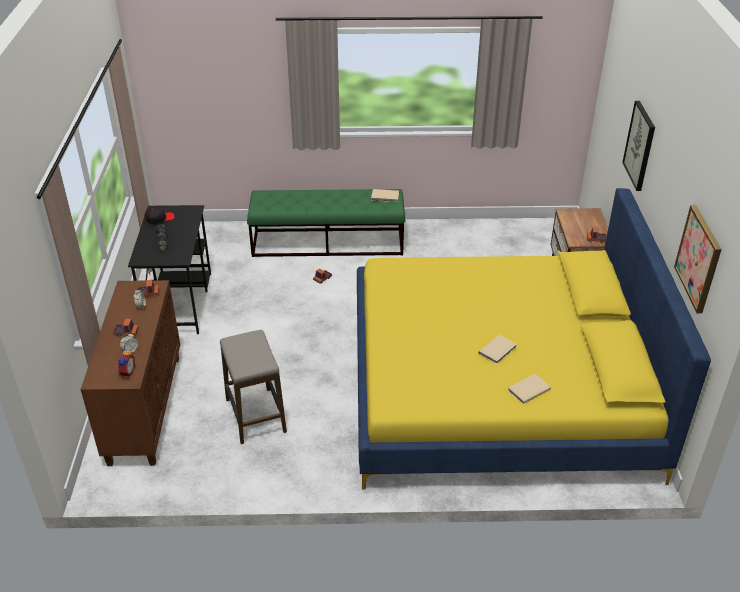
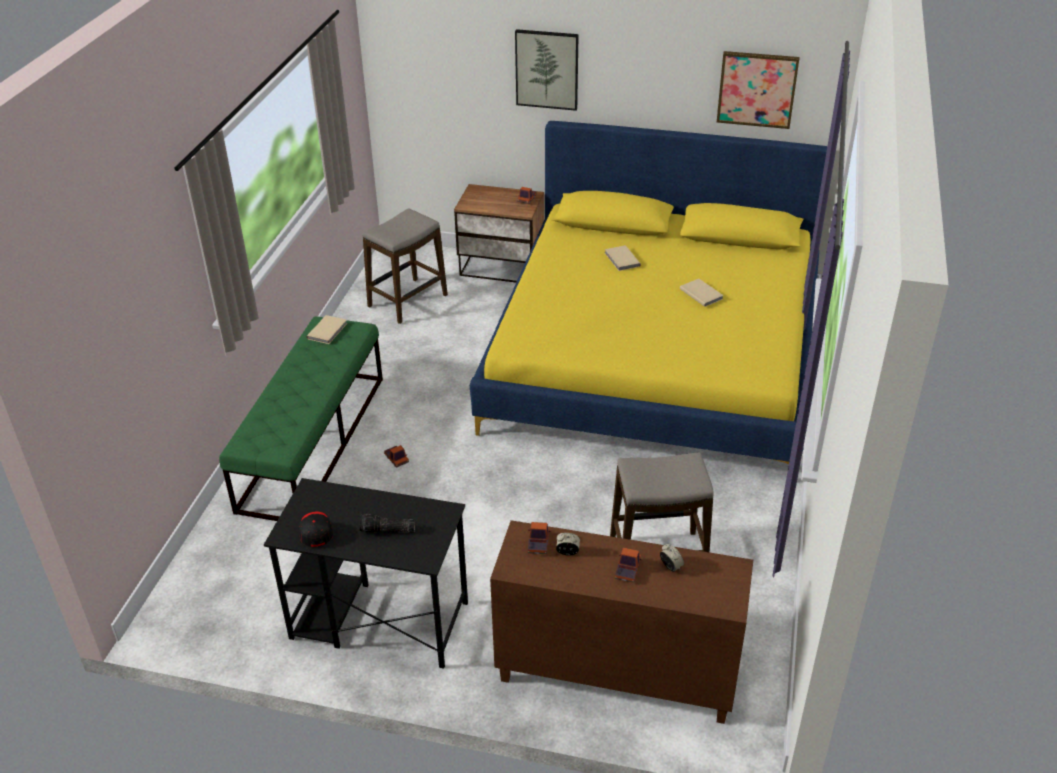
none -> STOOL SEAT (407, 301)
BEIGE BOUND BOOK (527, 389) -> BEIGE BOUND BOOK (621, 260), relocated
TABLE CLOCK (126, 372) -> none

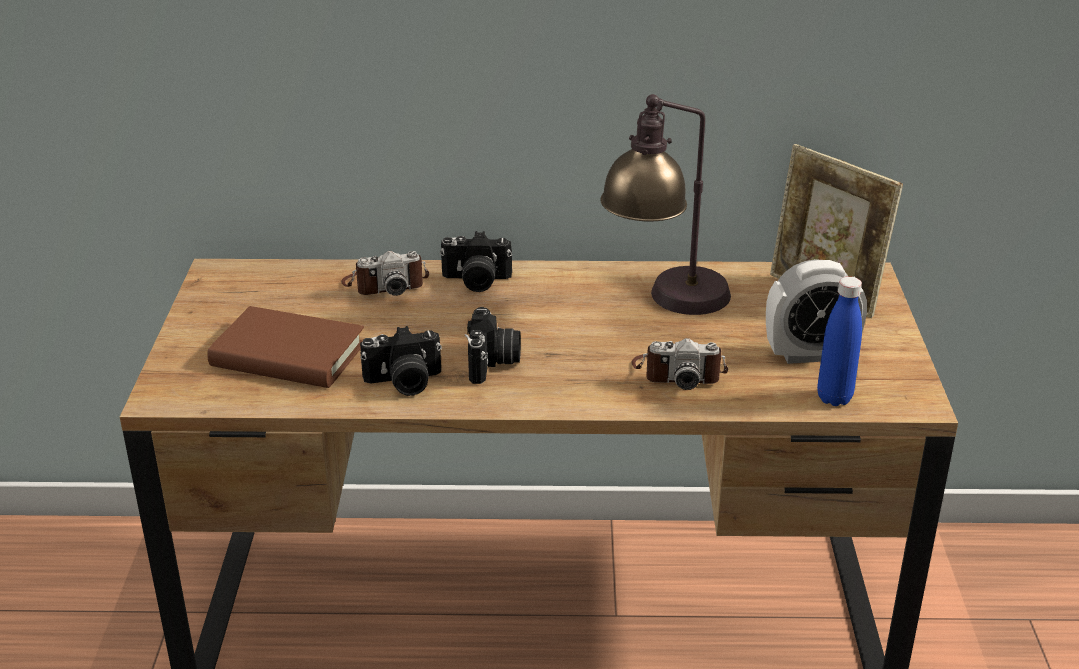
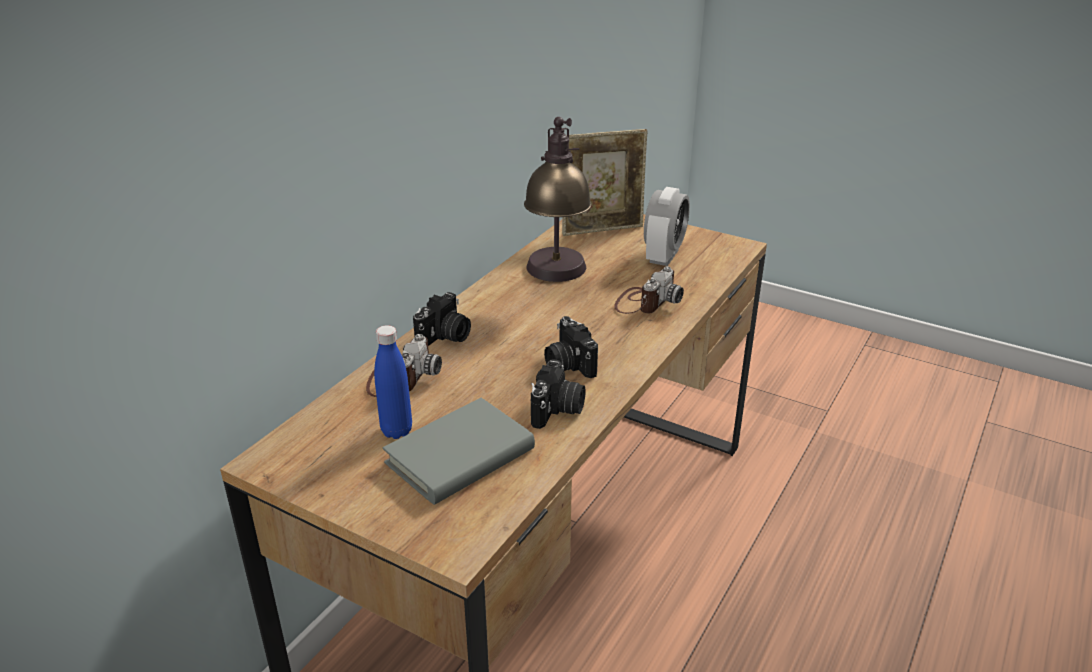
BLUE DRINK BOTTLE (834, 398) -> BLUE DRINK BOTTLE (396, 431), relocated
BROWN BOUND BOOK (288, 355) -> GRAY BOUND BOOK (460, 456)
PHOTO CAMERA (493, 363) -> PHOTO CAMERA (568, 364), 150 degrees counterclockwise

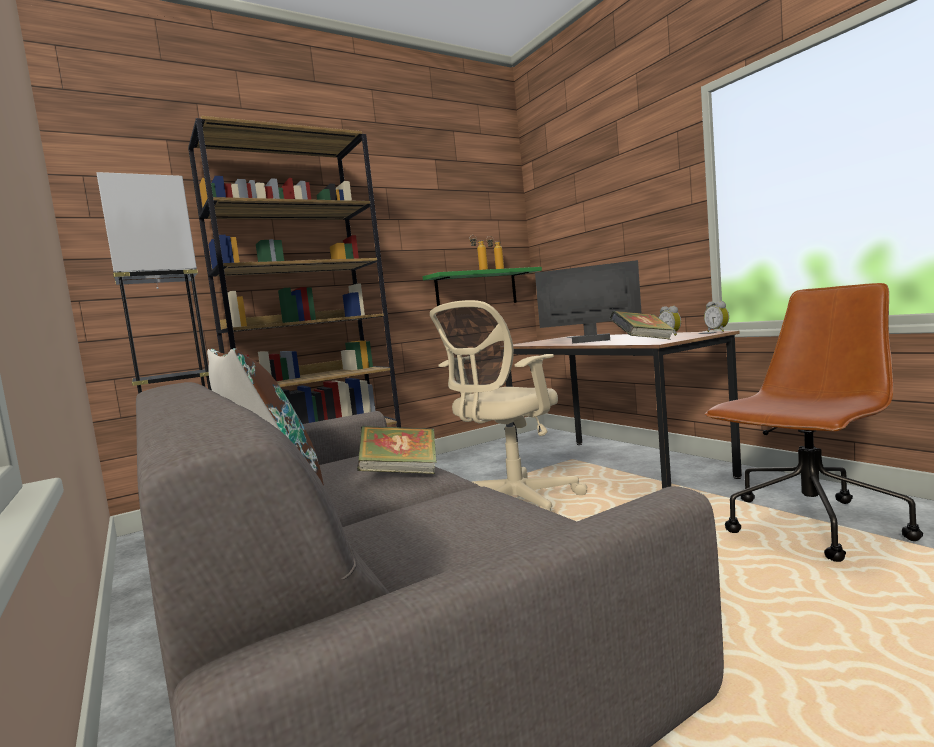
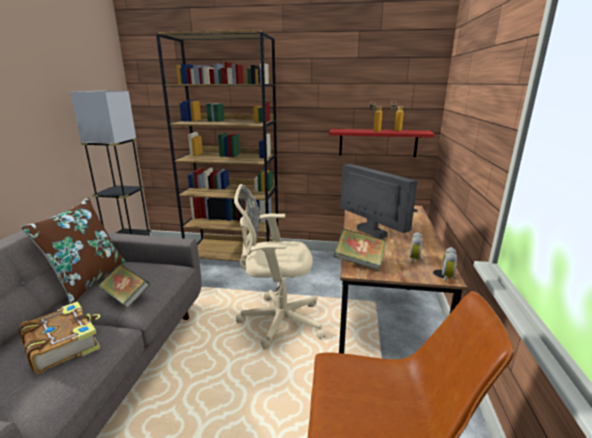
none -> BOUND BOOK (63, 344)
GREEN SHELF (476, 289) -> REDDISH SHELF (378, 143)

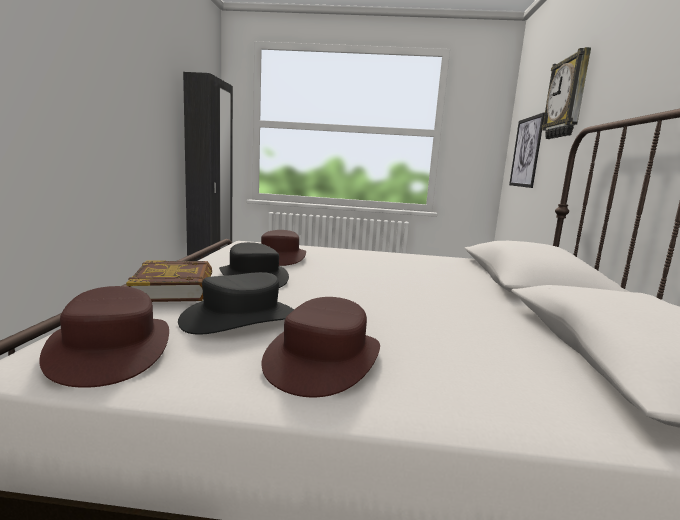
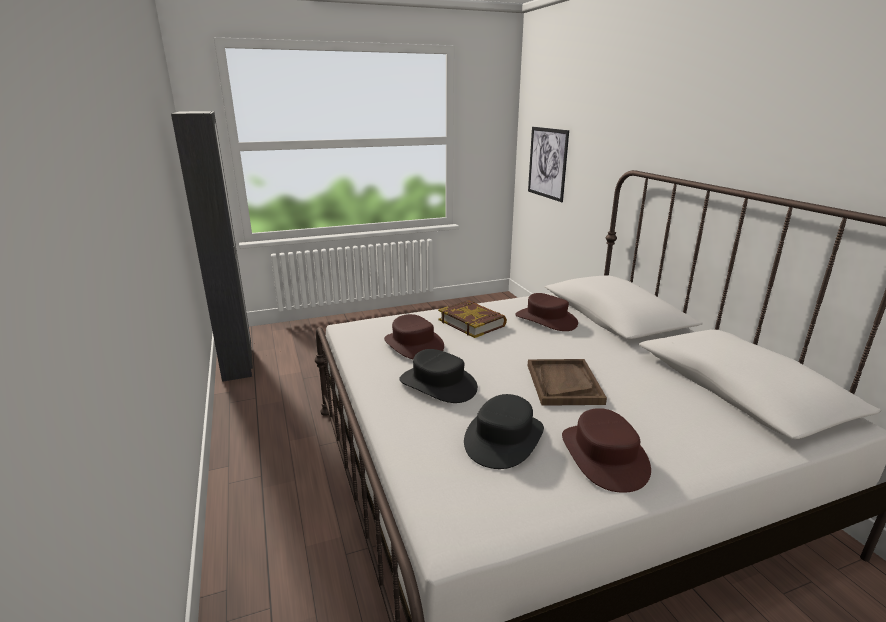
BOUND BOOK (175, 288) -> BOUND BOOK (472, 323), relocated
BROWN WEARABLE HAT (111, 349) -> BROWN WEARABLE HAT (546, 320), relocated
none -> BROWN CARRYING TRAY (563, 383)
HANGING CLOCK (567, 98) -> none

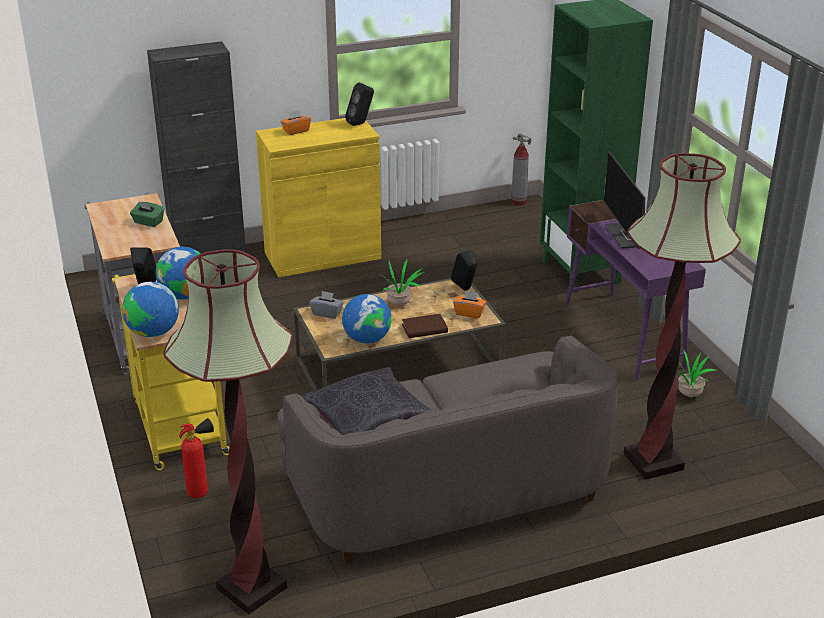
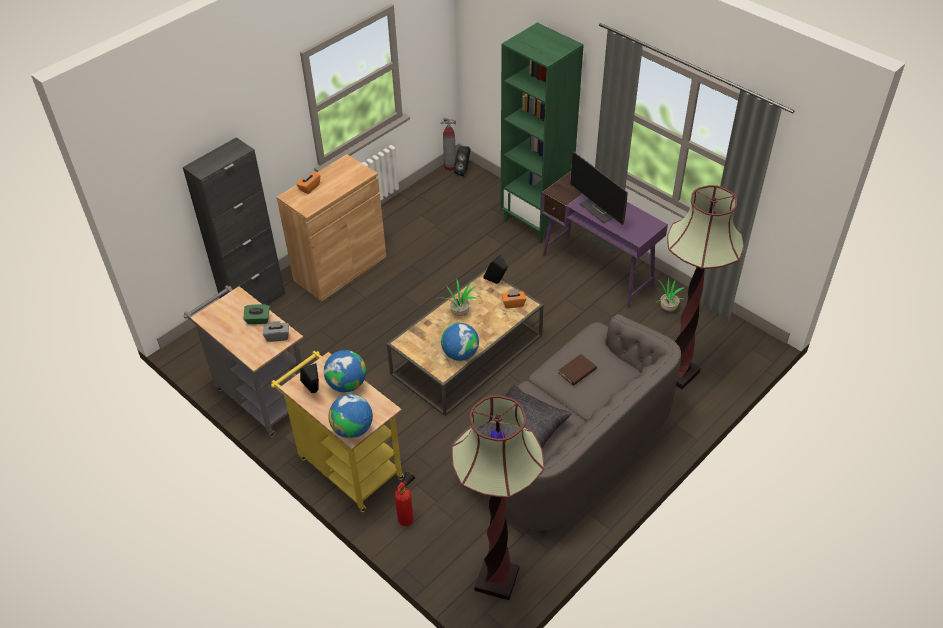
GRAY TISSUE HOLDER (327, 313) -> GRAY TISSUE HOLDER (277, 336), relocated
YELLOWISH CABINET (322, 255) -> BROWN CABINET (340, 268)
BLACK-COLOURED LOUDSPEAKER (361, 123) -> BLACK-COLOURED LOUDSPEAKER (463, 171), relocated
BROWN BOUND BOOK (424, 328) -> BROWN BOUND BOOK (577, 371), relocated

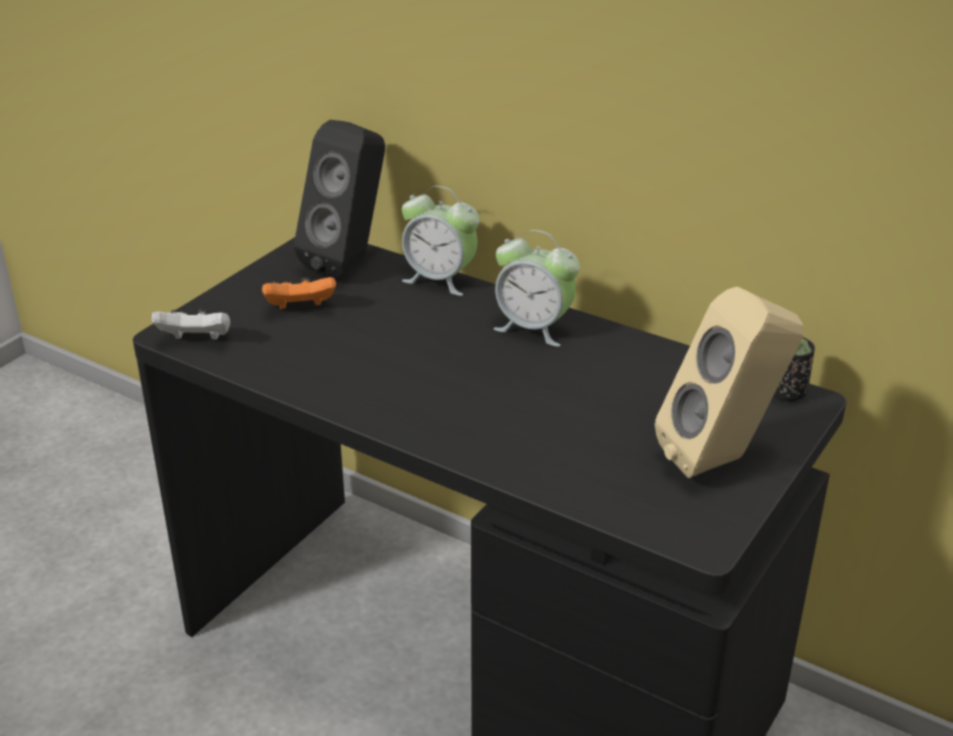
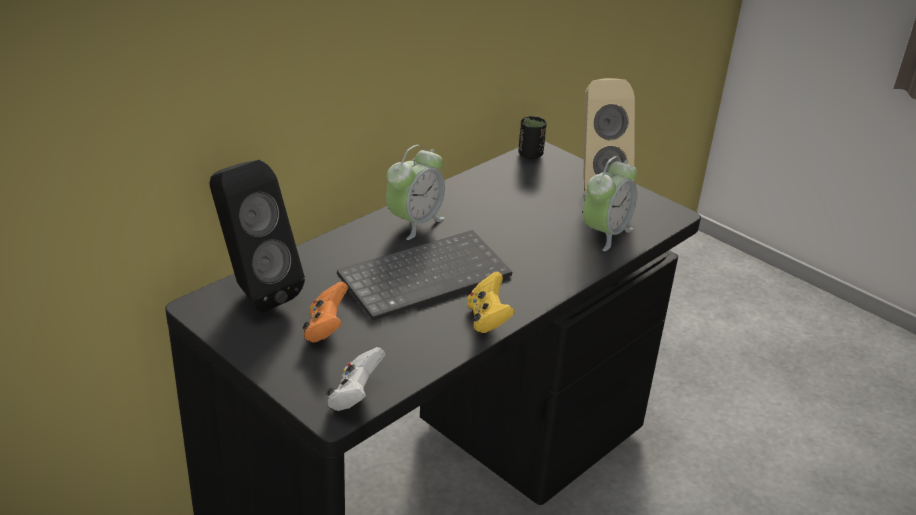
none -> COMPUTER KEYBOARD (425, 275)
none -> YELLOWISH JOYPAD (487, 319)
TABLE CLOCK (440, 280) -> TABLE CLOCK (605, 234), relocated

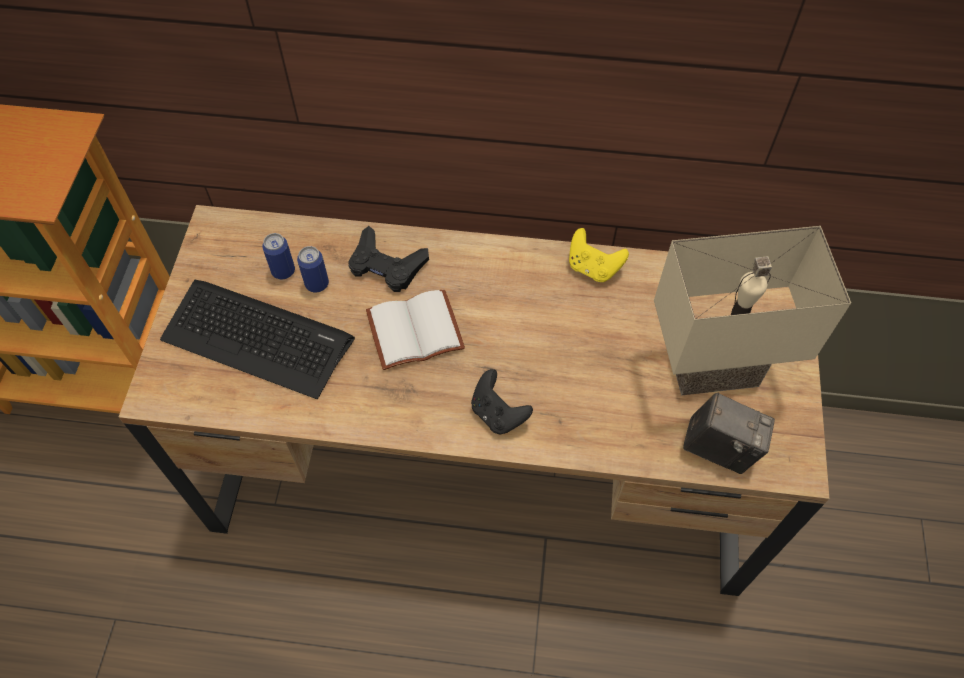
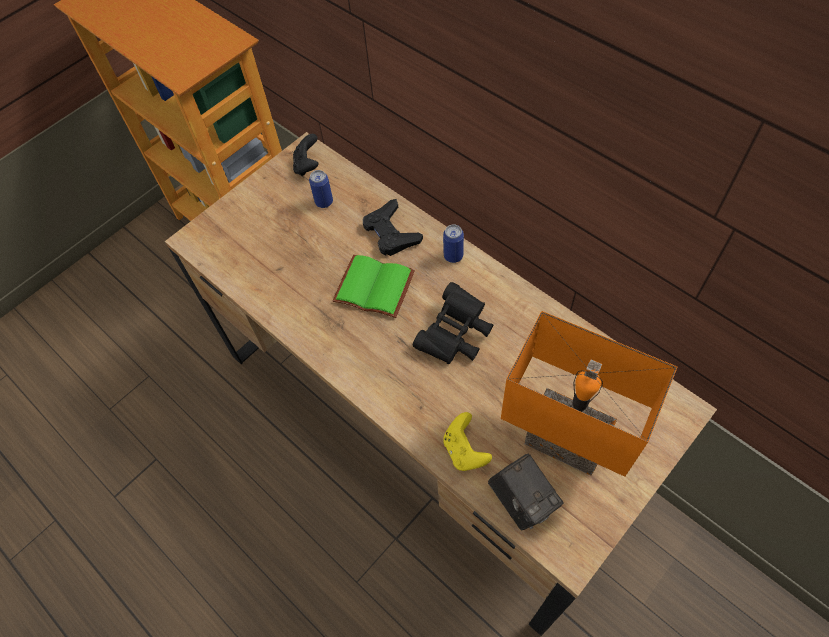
BLACK-COLOURED JOYPAD (498, 414) -> BLACK-COLOURED JOYPAD (307, 165), relocated
WHITE BOUND BOOK (415, 328) -> GREEN BOUND BOOK (376, 285)
none -> BLACK-COLOURED PAIR OF BINOCULARS (455, 335)
SEALED CAN (317, 284) -> SEALED CAN (453, 256), relocated
YELLOWISH JOYPAD (593, 268) -> YELLOWISH JOYPAD (464, 450), relocated
BEIGE TABLE LAMP (714, 365) -> ORANGE TABLE LAMP (568, 438)
COMPUTER KEYBOARD (257, 338) -> none

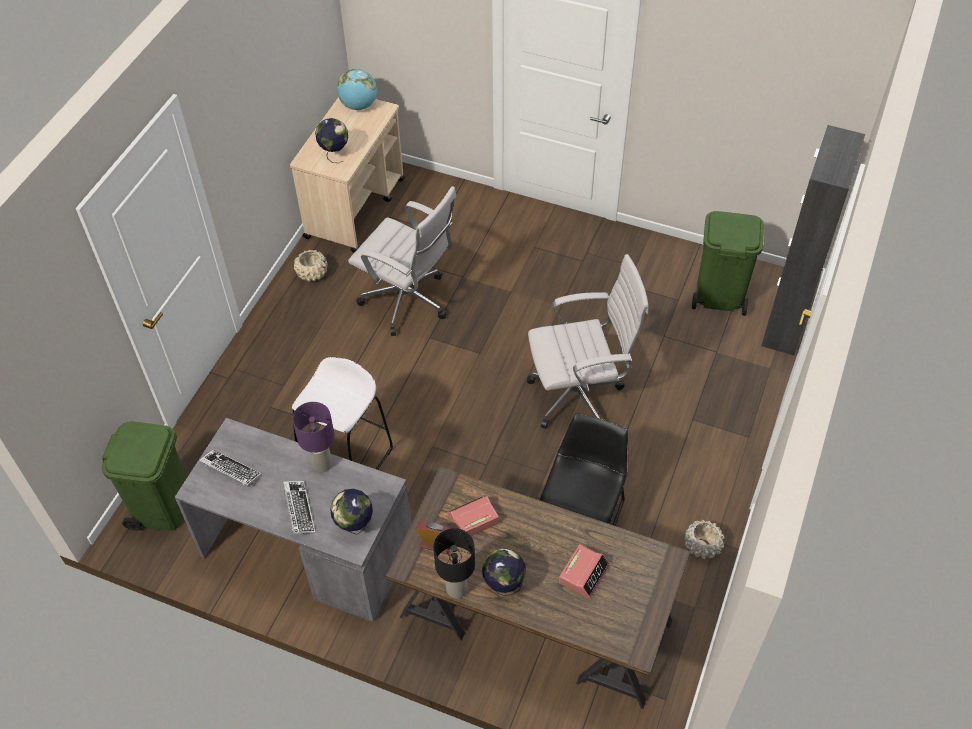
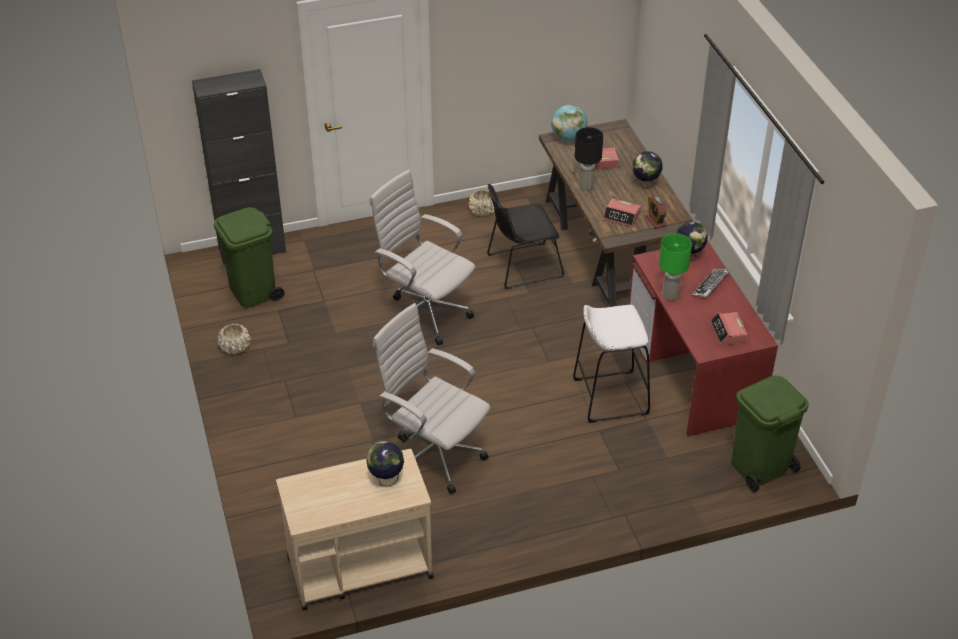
BEIGE PLANTER (312, 273) -> BEIGE PLANTER (235, 347), relocated
WHITE COMPUTER CHAIR (409, 302) -> WHITE COMPUTER CHAIR (433, 456), 45 degrees counterclockwise
GLOBE (359, 105) -> GLOBE (568, 138), relocated
BLACK-COLOURED TABLE LAMP (456, 589) -> BLACK-COLOURED TABLE LAMP (586, 186), relocated
GRAY DESK UNIT (305, 549) -> REDDISH DESK UNIT (694, 372)
PURPLE TABLE LAMP (322, 464) -> GREEN TABLE LAMP (670, 295)
COMPUTER KEYBOARD (231, 470) -> TABLE CLOCK (728, 333)

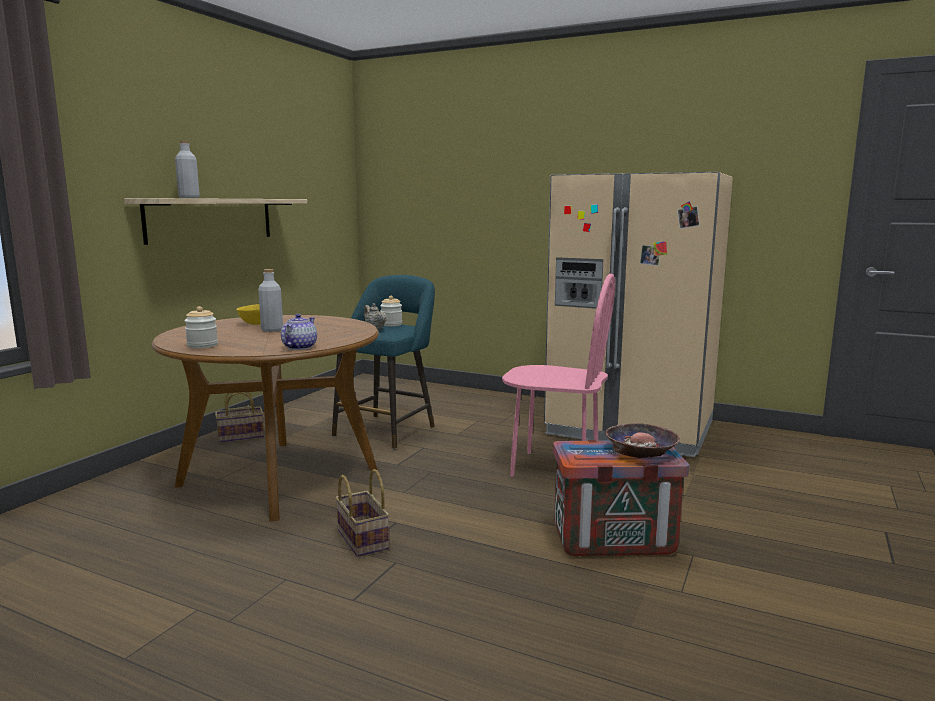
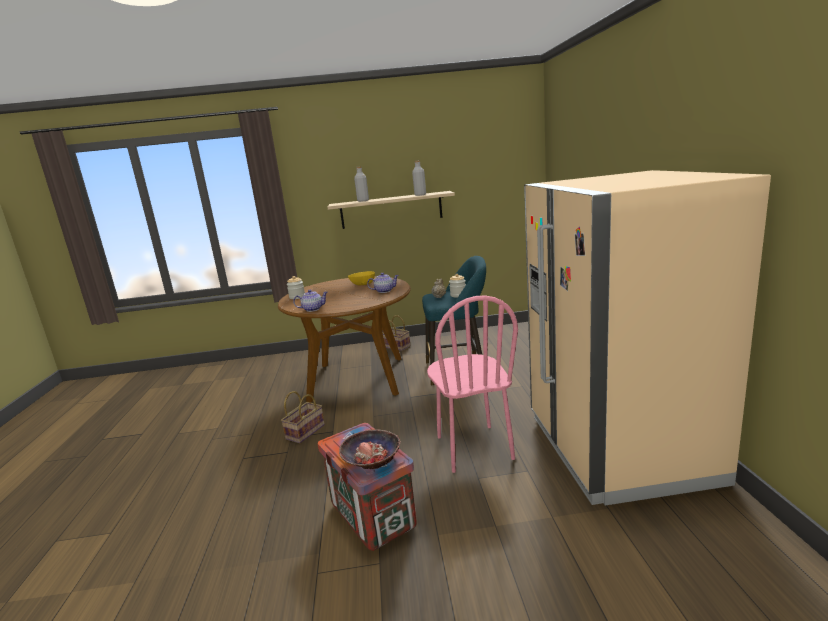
none -> POT FOR TEA (384, 291)
GRAY DRINK BOTTLE (272, 330) -> GRAY DRINK BOTTLE (420, 195), relocated

